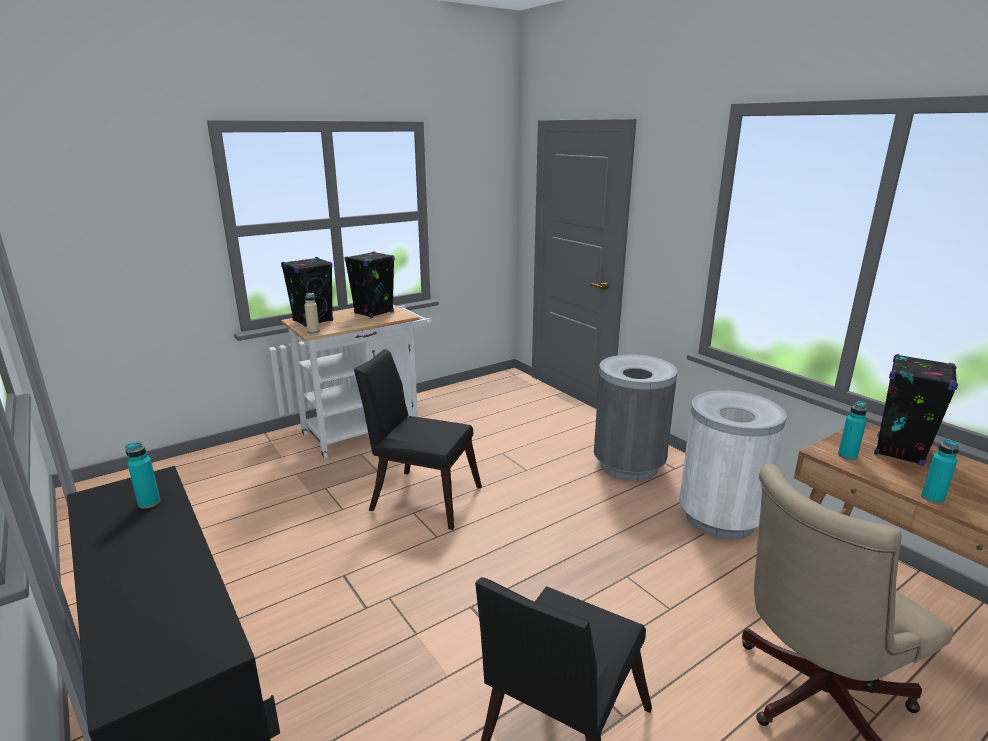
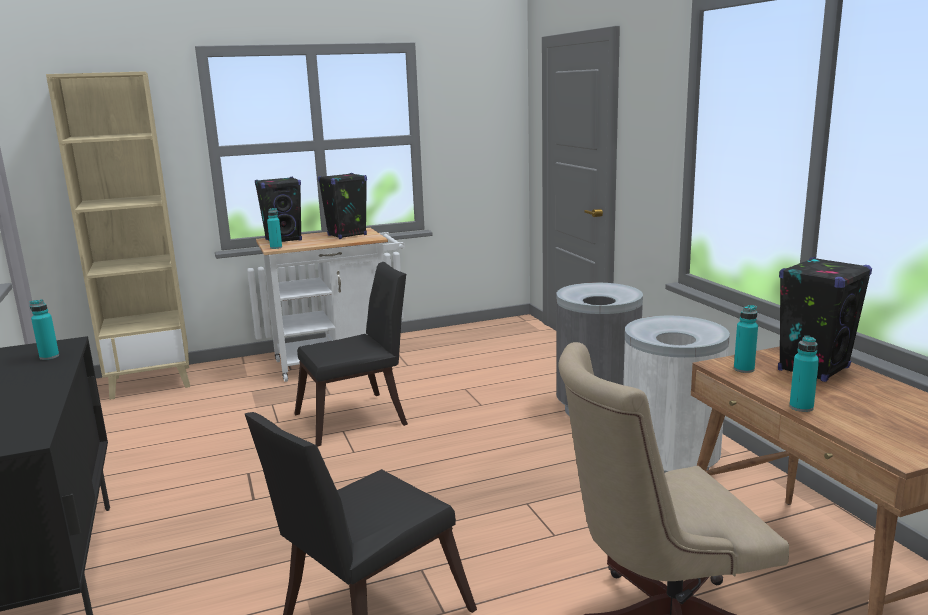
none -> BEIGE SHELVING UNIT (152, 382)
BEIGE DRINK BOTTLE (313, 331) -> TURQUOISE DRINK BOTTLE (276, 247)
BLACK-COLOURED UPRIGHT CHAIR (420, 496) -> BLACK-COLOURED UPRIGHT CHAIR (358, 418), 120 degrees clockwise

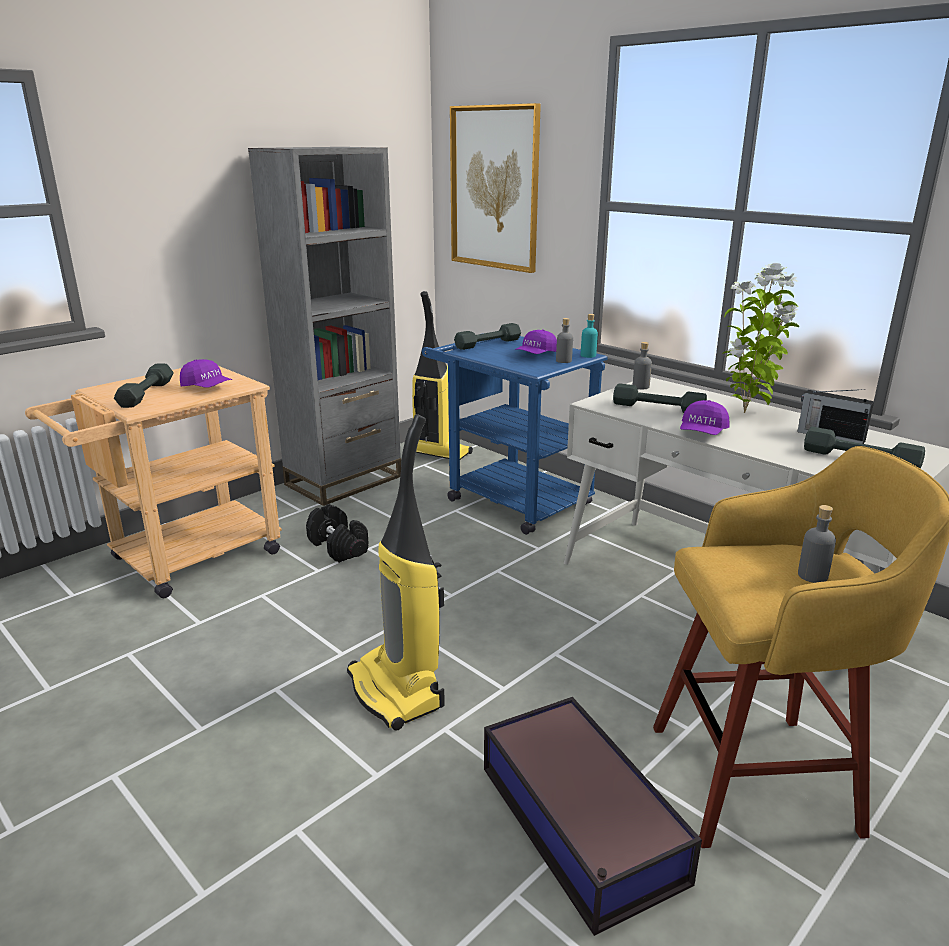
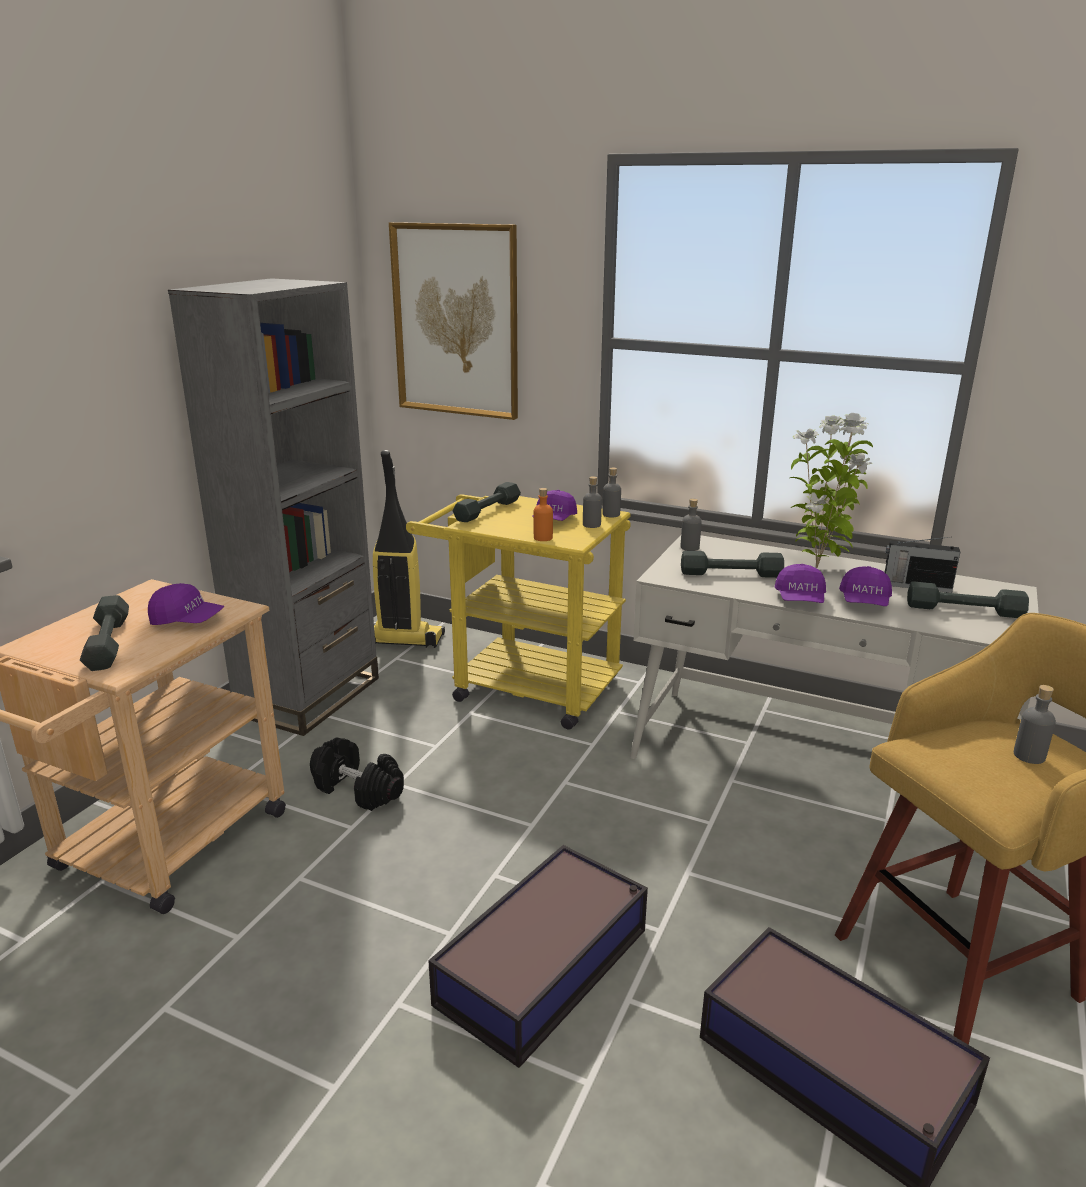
BLUE CART (509, 498) -> YELLOWISH CART (522, 686)
HOOVER (397, 690) -> STORAGE BOX (546, 965)
none -> ORANGE DRINK BOTTLE (543, 538)
TURQUOISE DRINK BOTTLE (588, 355) -> GRAY DRINK BOTTLE (611, 514)
none -> PURPLE BASEBALL CAP (864, 602)

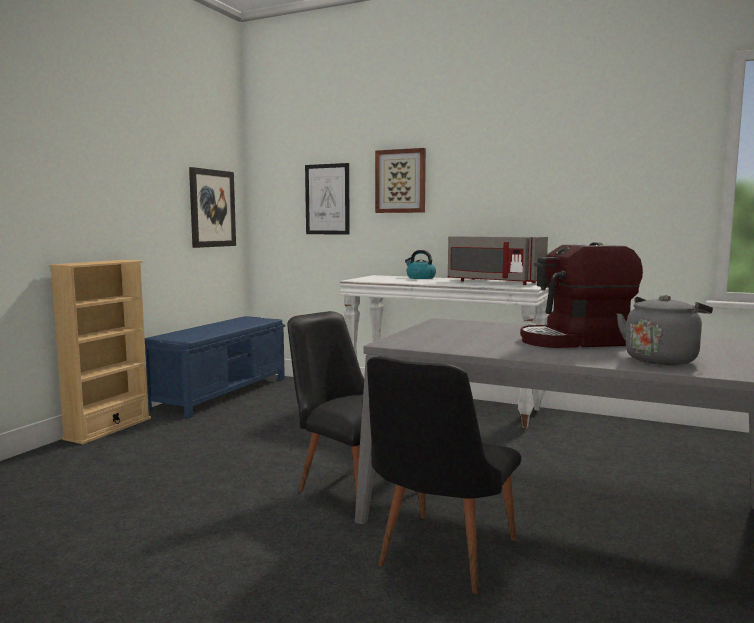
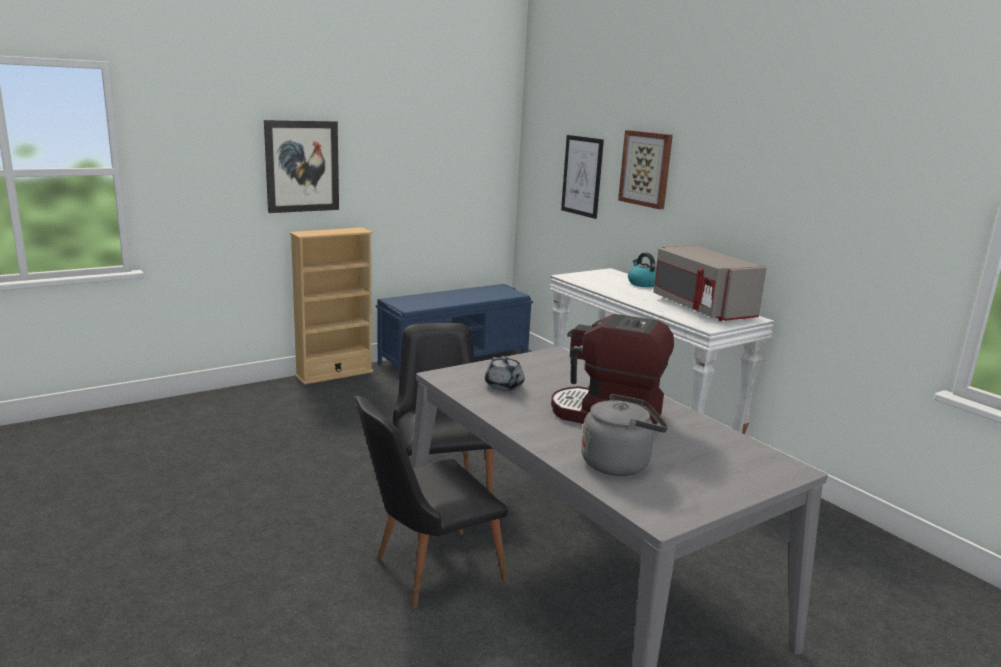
PICTURE (212, 208) -> PICTURE (302, 166), relocated
none -> GRAY POT FOR TEA (504, 386)

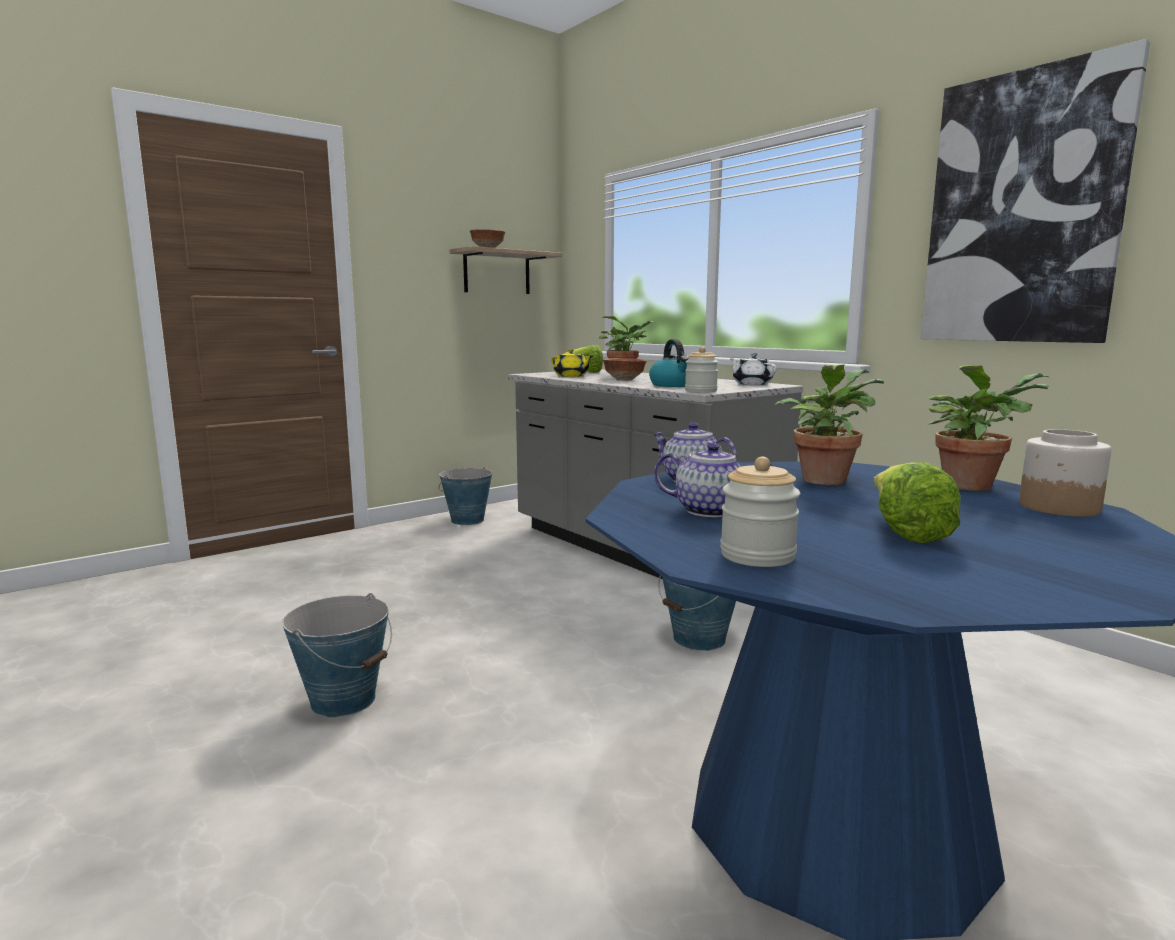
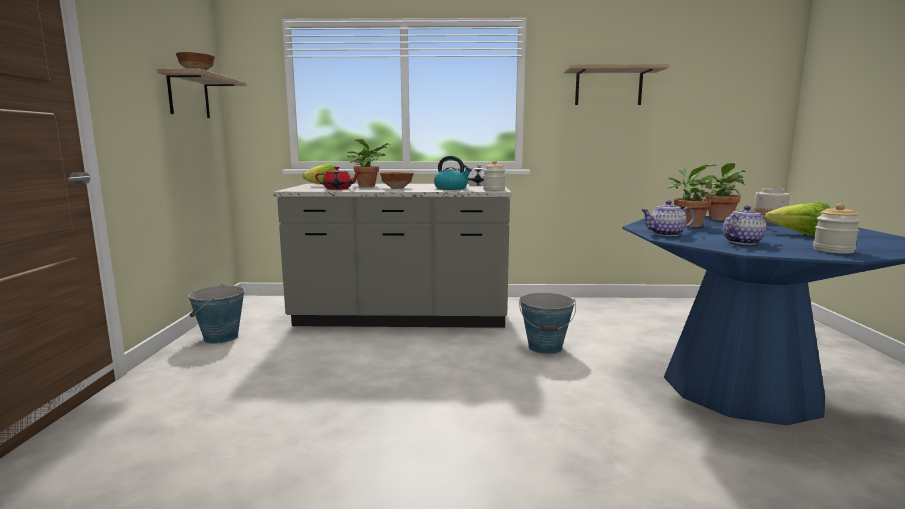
YELLOWISH POT FOR TEA (571, 376) -> REDDISH POT FOR TEA (338, 189)
PICTURE (1023, 209) -> SHELF (608, 87)
PAIL (344, 700) -> none

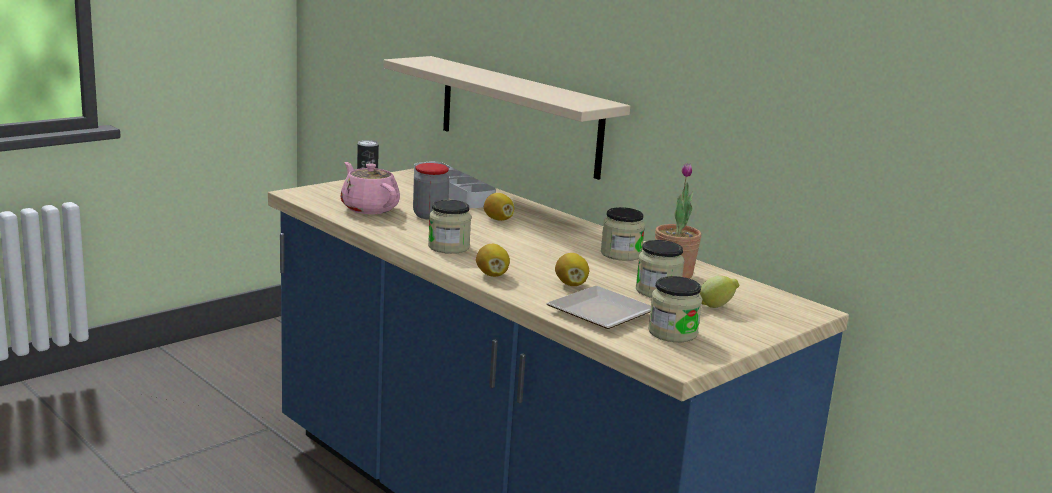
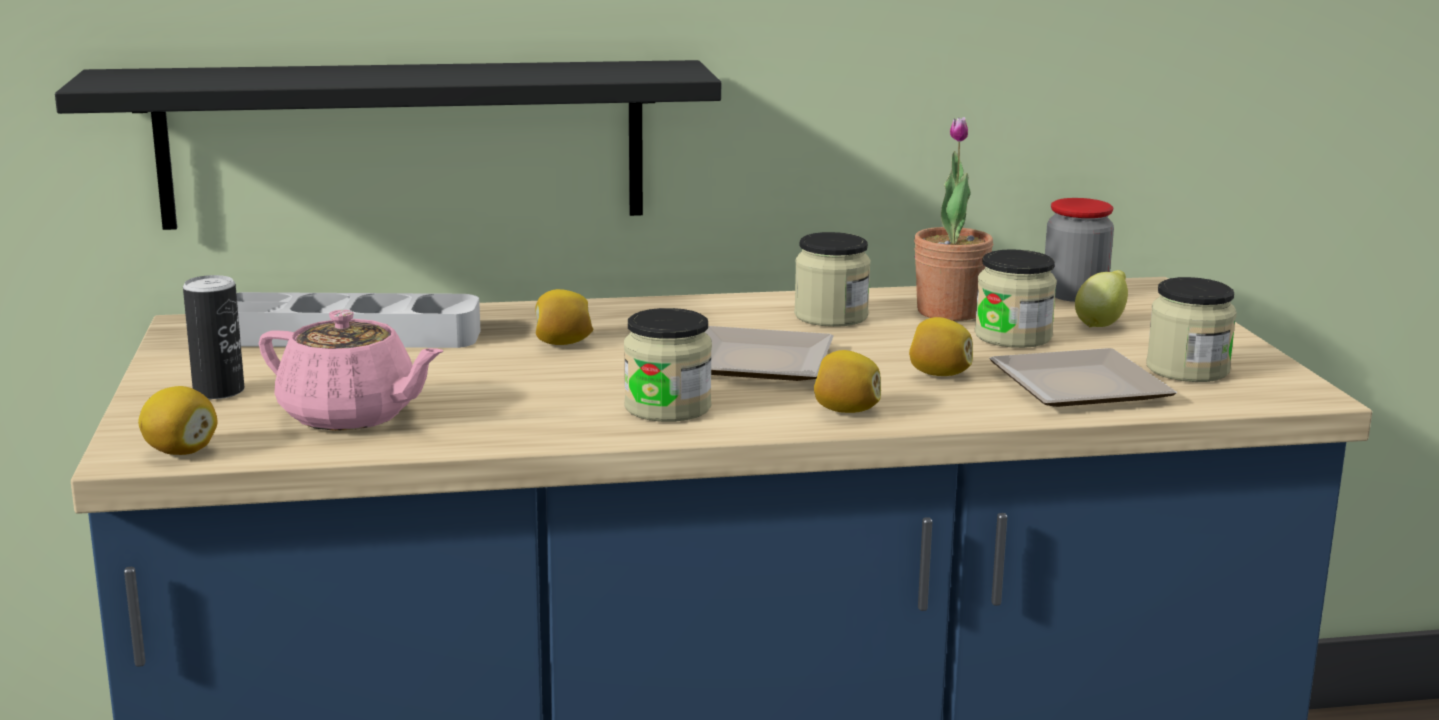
BEIGE SHELF (519, 116) -> BLACK-COLOURED SHELF (404, 143)
none -> CITRUS FRUIT (180, 451)
PINK POT FOR TEA (369, 208) -> PINK POT FOR TEA (351, 416), 150 degrees counterclockwise
none -> PLATE (763, 365)
JAR (430, 215) -> JAR (1074, 295), relocated

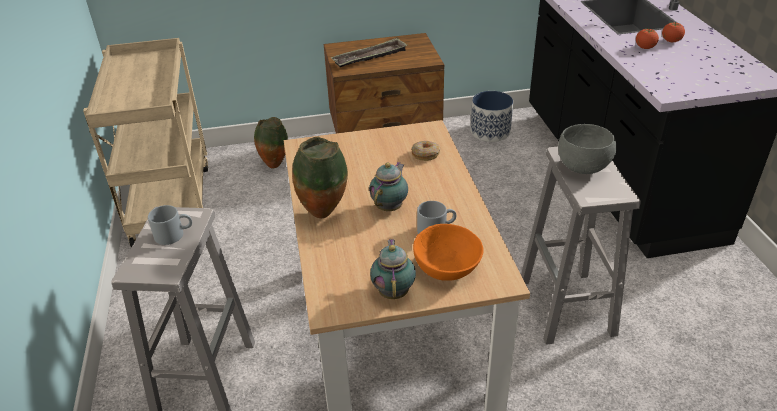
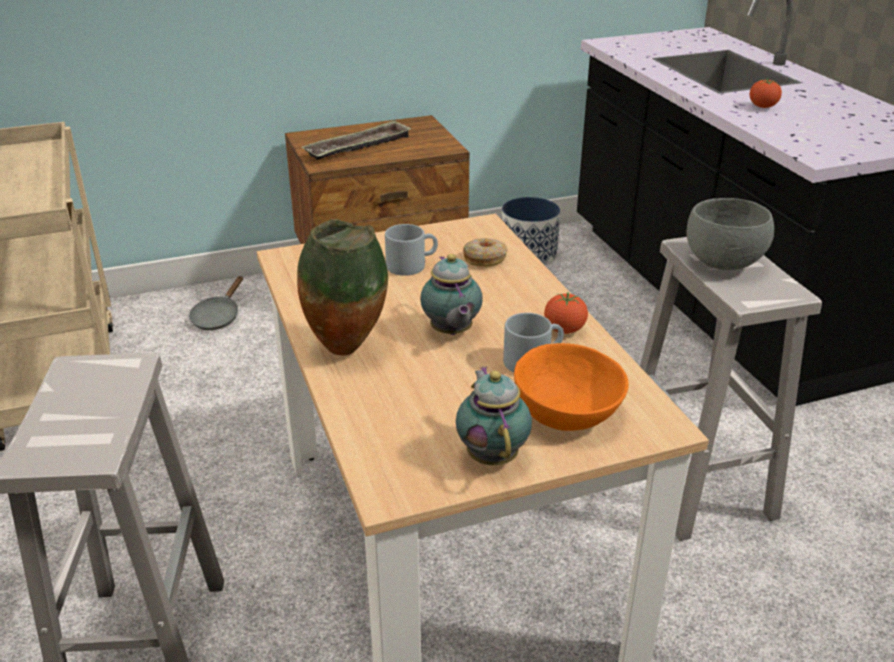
DECORATIVE VASE (274, 165) -> GRAY SKILLET (218, 317)
GRAY TEA MUG (174, 234) -> GRAY TEA MUG (412, 264), relocated
POT FOR TEA (390, 207) -> POT FOR TEA (451, 332), 150 degrees clockwise
FRESH TOMATO (671, 41) -> FRESH TOMATO (564, 330), relocated

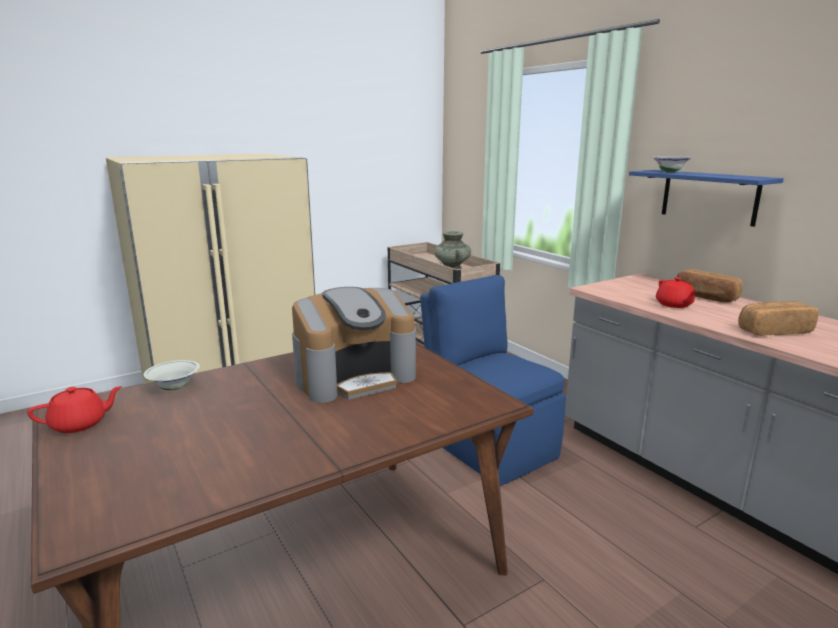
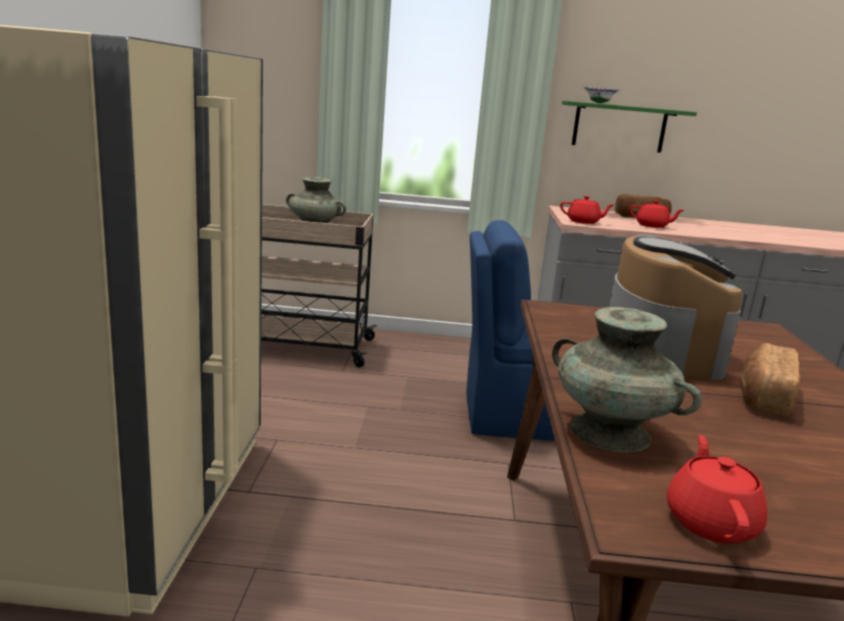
WHITE BOWL (174, 388) -> TURQUOISE DECORATIVE VASE (610, 432)
none -> REDDISH POT FOR TEA (584, 222)
BLUE SHELF (709, 196) -> GREEN SHELF (619, 127)
BAKED BREAD (773, 331) -> BAKED BREAD (763, 396), relocated

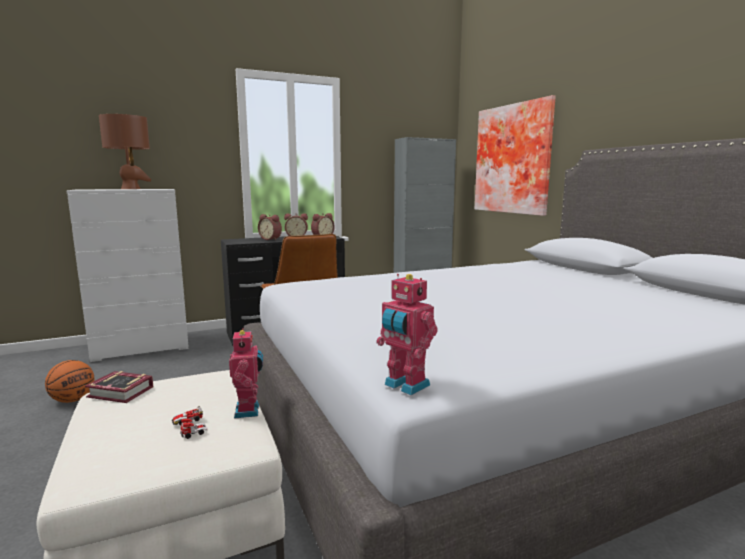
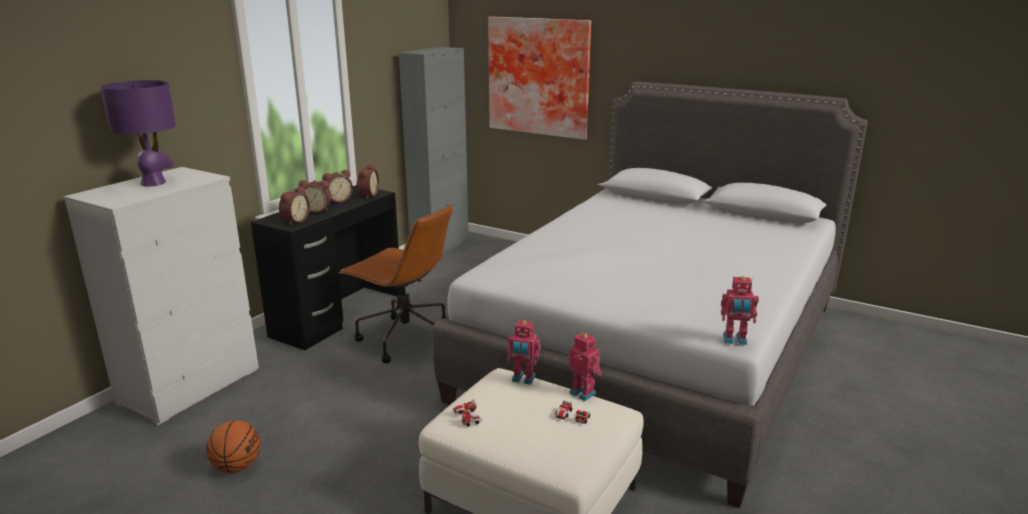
BROWN TABLE LAMP (130, 189) -> PURPLE TABLE LAMP (154, 183)
none -> TABLE CLOCK (294, 221)
BOUND BOOK (121, 393) -> TOY CAR (467, 417)
none -> ROBOT FIGURE (523, 379)

